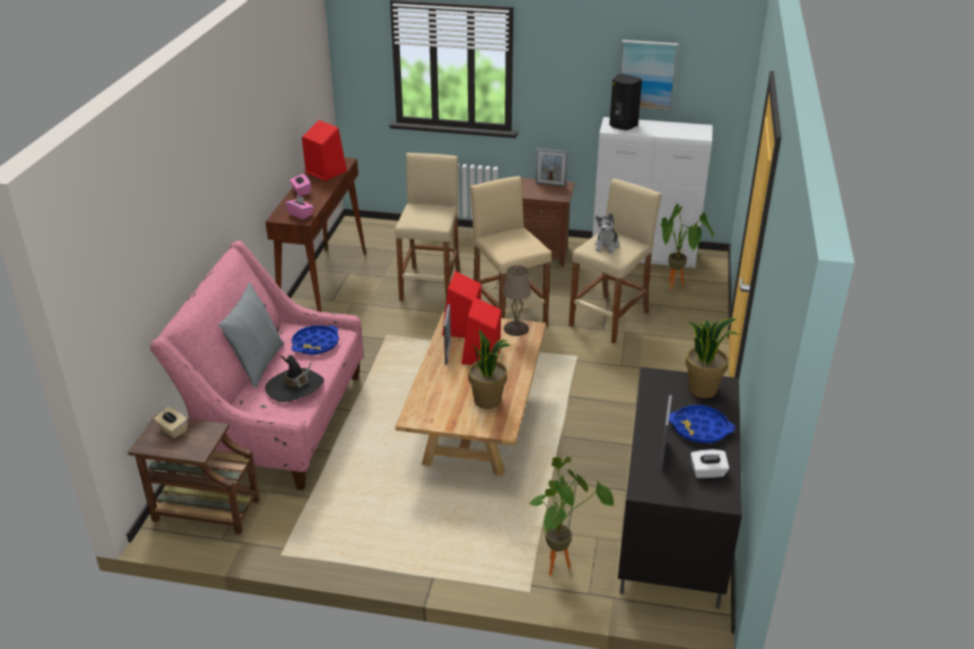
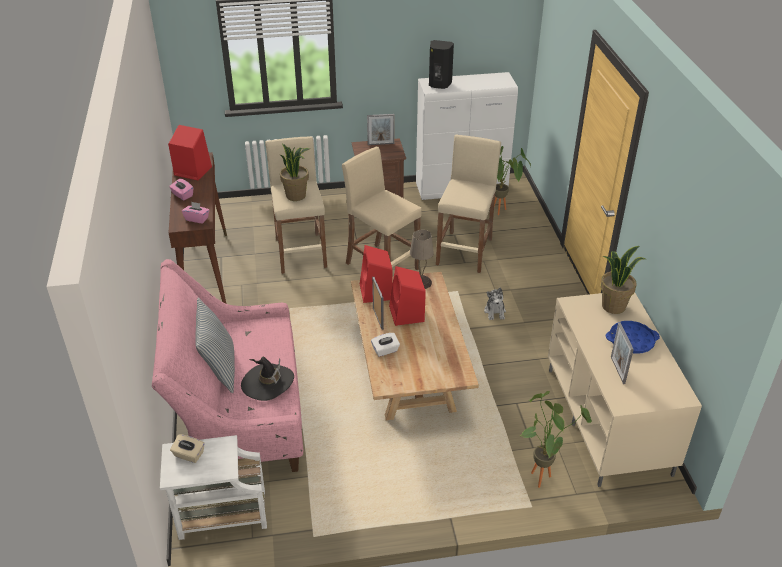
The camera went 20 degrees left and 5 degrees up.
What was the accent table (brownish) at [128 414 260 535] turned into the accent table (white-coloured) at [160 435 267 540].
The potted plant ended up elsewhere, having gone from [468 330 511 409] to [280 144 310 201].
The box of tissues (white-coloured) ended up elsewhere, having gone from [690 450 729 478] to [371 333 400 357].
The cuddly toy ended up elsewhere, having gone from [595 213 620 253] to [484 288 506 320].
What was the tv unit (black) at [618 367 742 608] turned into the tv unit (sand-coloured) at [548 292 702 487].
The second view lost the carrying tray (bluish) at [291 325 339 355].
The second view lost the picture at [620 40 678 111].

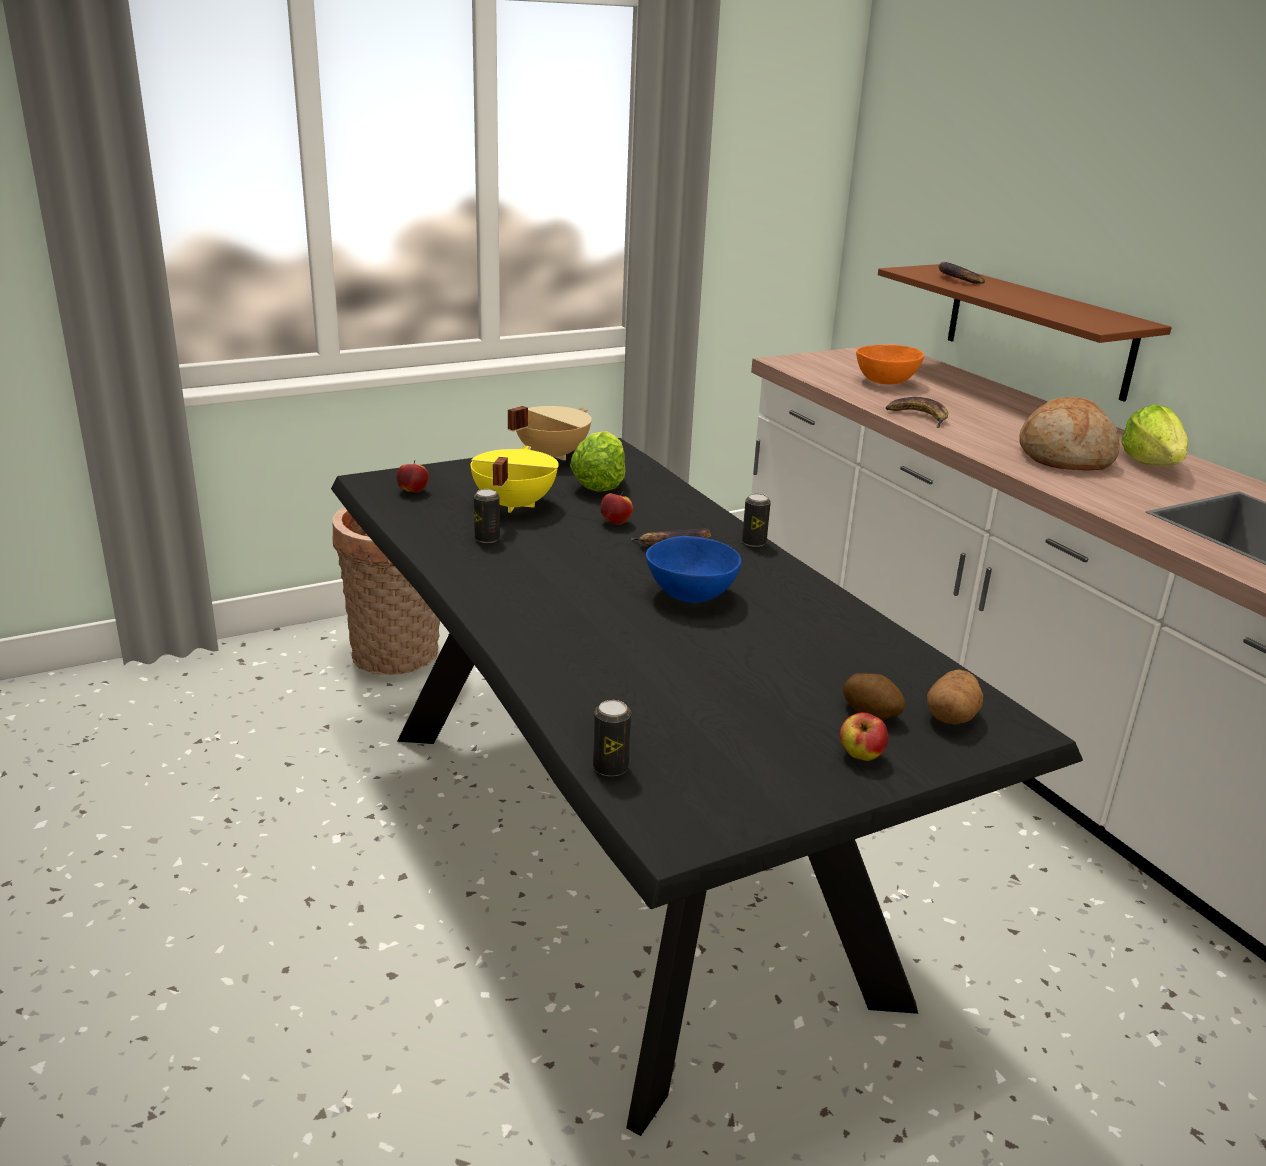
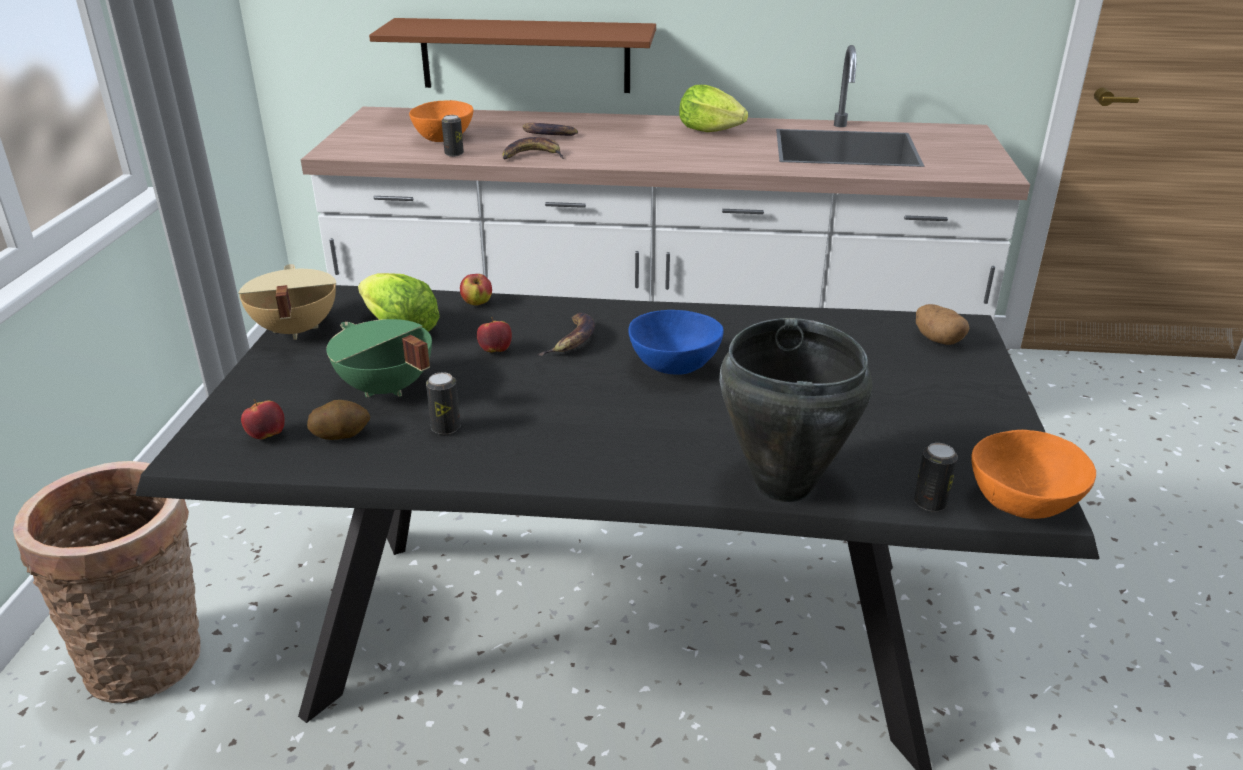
The camera went 55 degrees left and 5 degrees up.
The whole potato ended up elsewhere, having gone from [843 673 905 720] to [307 400 370 440].
What was the cooking pot (yellowish) at [470 446 559 513] turned into the cooking pot (greenish) at [326 319 432 398].
The metal can ended up elsewhere, having gone from [742 493 771 547] to [442 115 464 157].
The apple ended up elsewhere, having gone from [840 712 888 761] to [460 274 492 306].
The whole banana ended up elsewhere, having gone from [938 262 985 284] to [522 123 578 136].
The second view gained the cooking pot (black) at [720 318 873 502].
The second view gained the serving bowl (orange-coloured) at [971 430 1096 519].
The second view lost the baked bread at [1019 397 1120 471].

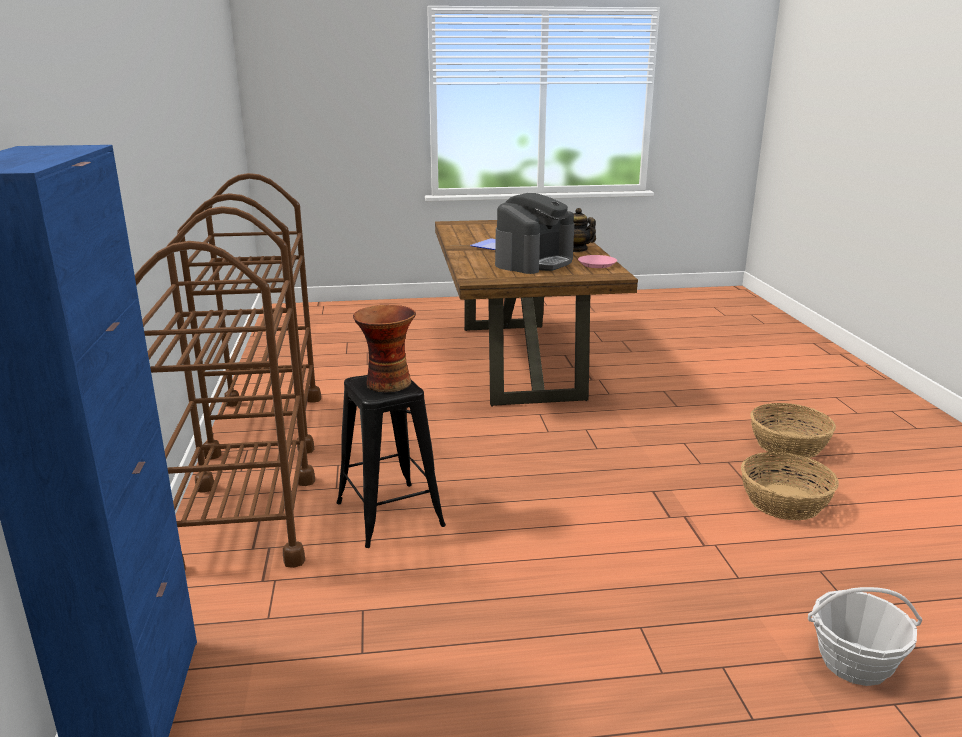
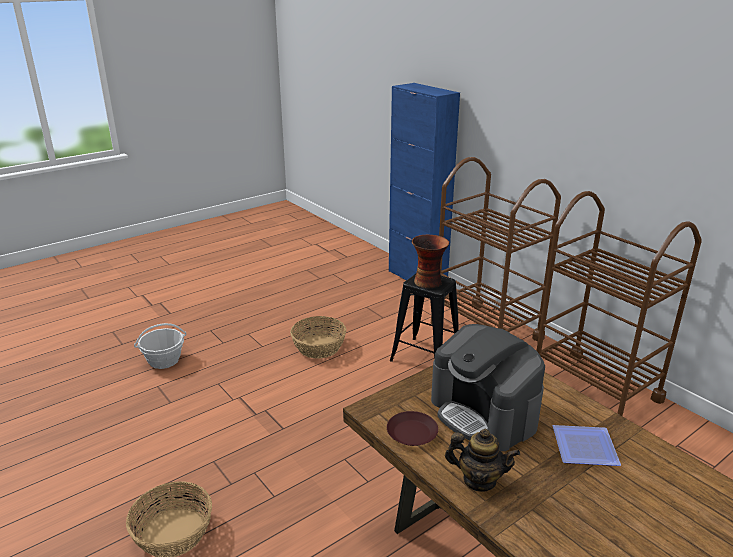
The camera went 150 degrees right and 5 degrees up.
The storage basket ended up elsewhere, having gone from [741 452 839 520] to [290 316 346 359].
What was the dinner plate (pink) at [578 255 617 268] turned into the dinner plate (brownish) at [387 411 438 446].
The coffee machine at [495 193 574 274] ended up facing another way, 45 degrees counterclockwise from before.

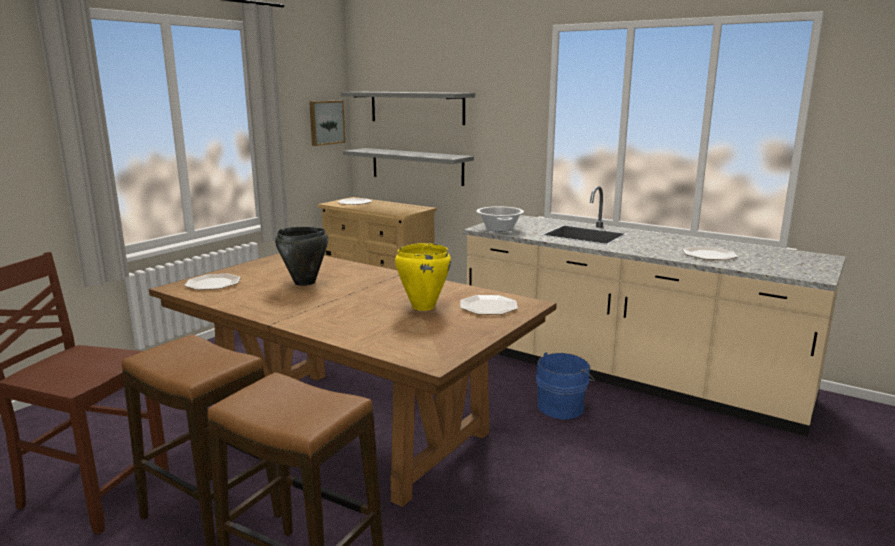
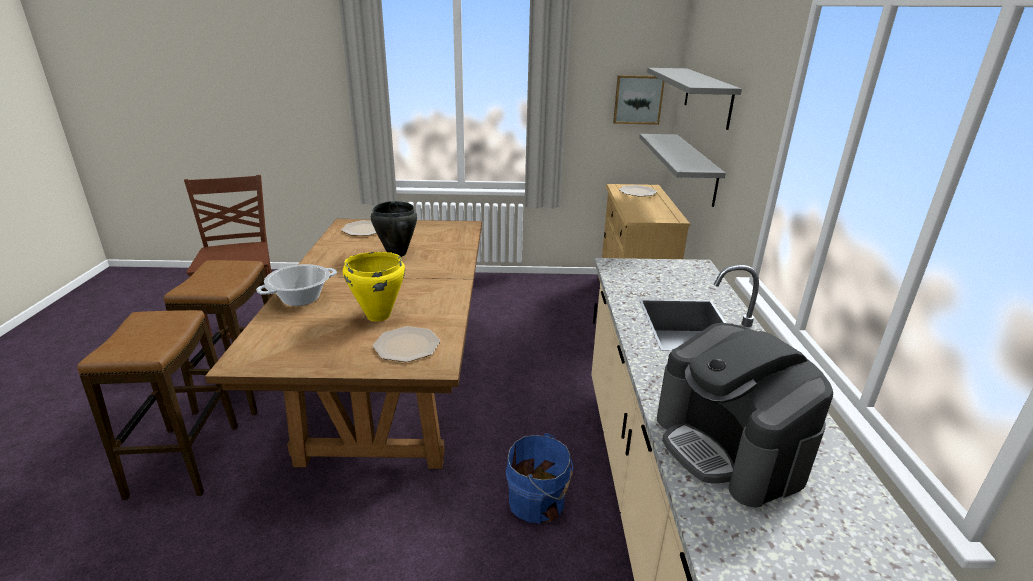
The camera went 55 degrees right and 10 degrees up.
The cooking pot ended up elsewhere, having gone from [476 206 524 232] to [256 264 337 306].
Where the dinner plate stood at [683 246 738 260], the coffee machine came to stand at [657 323 833 508].

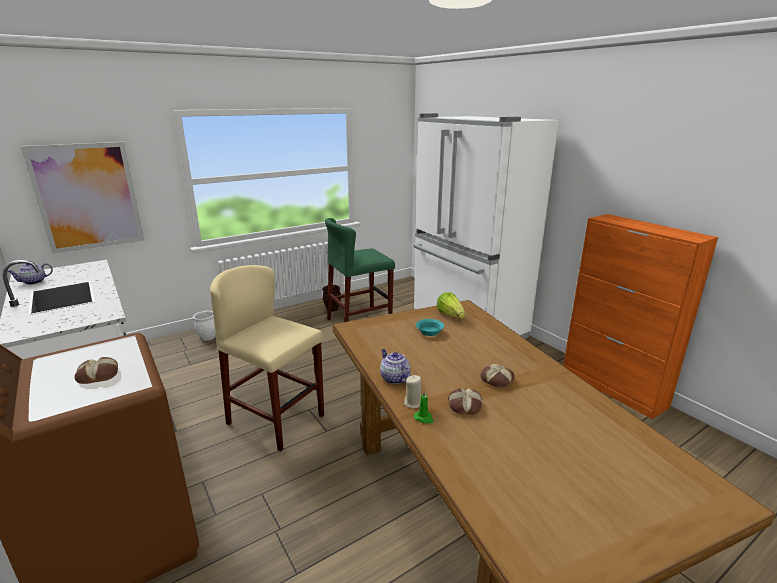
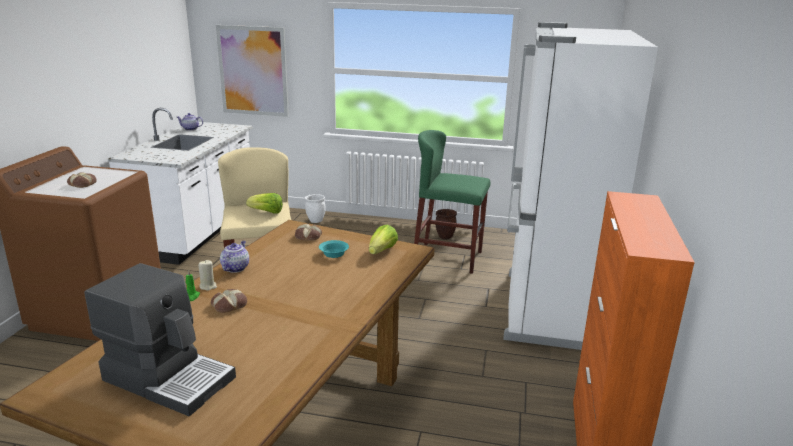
The camera went 45 degrees right and 0 degrees up.
The second view gained the coffee machine at [84 263 236 416].
The second view gained the lettuce at [246 193 283 214].
The baked bread ended up elsewhere, having gone from [480 364 515 388] to [295 224 322 241].

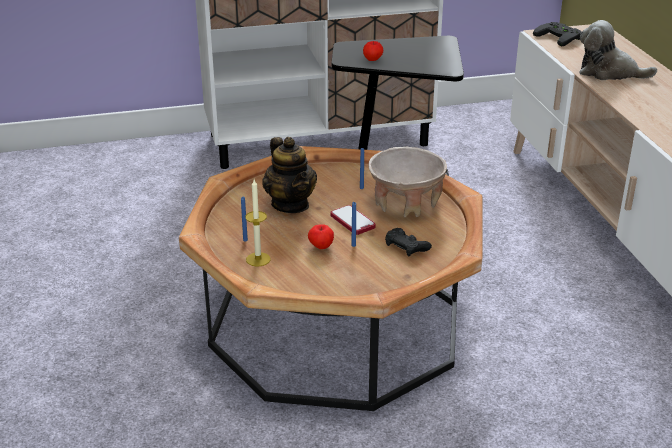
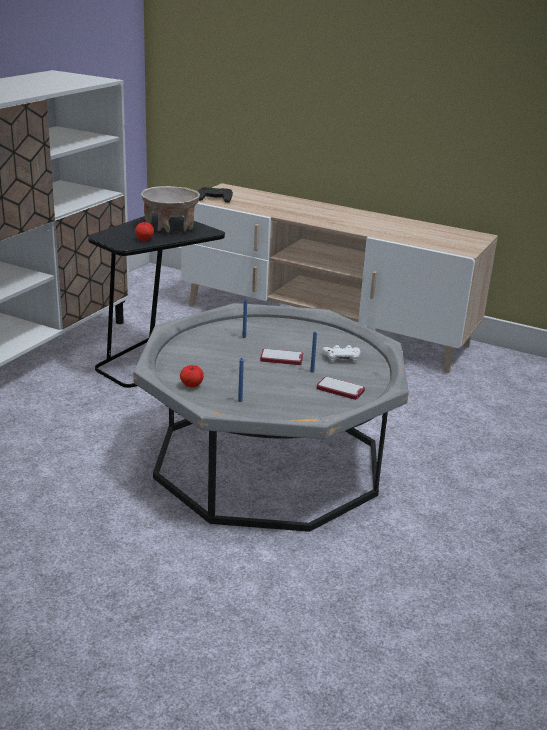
The camera went 50 degrees left and 5 degrees down.
What was the lounge table (brownish) at [179 146 482 411] turned into the lounge table (grey) at [133 303 409 532].
The serving bowl (sand-coloured) ended up elsewhere, having gone from [368 147 447 217] to [141 186 200 233].
The apple ended up elsewhere, having gone from [308 224 334 249] to [180 365 204 387].
The second view gained the phone at [317 377 365 400].
What was the joypad (black) at [385 228 432 257] turned into the joypad (white-coloured) at [322 345 361 362].
The second view lost the wax light at [245 179 271 267].
The second view lost the pot for tea at [262 137 317 213].
The second view lost the cuddly toy at [579 20 657 80].

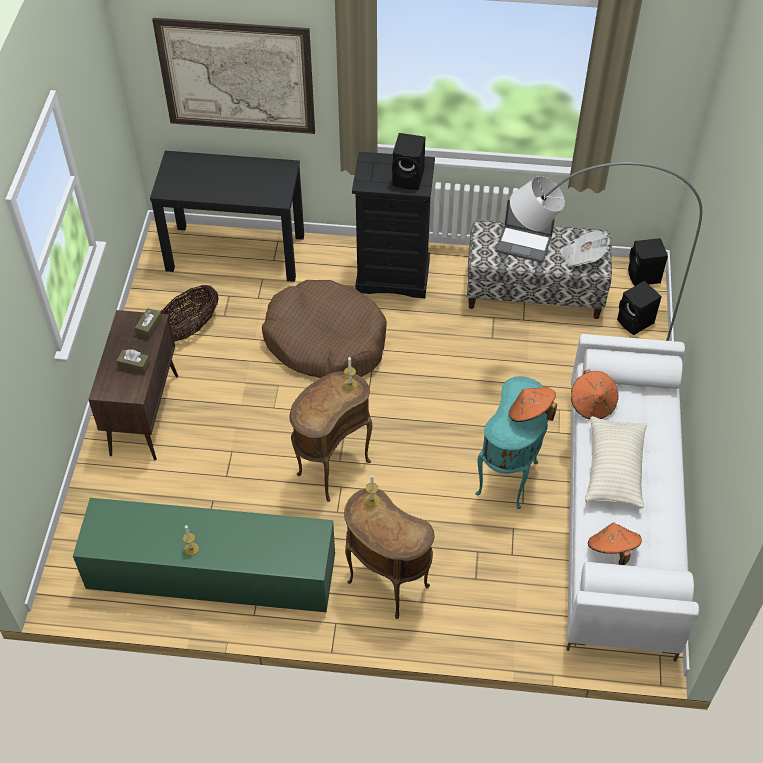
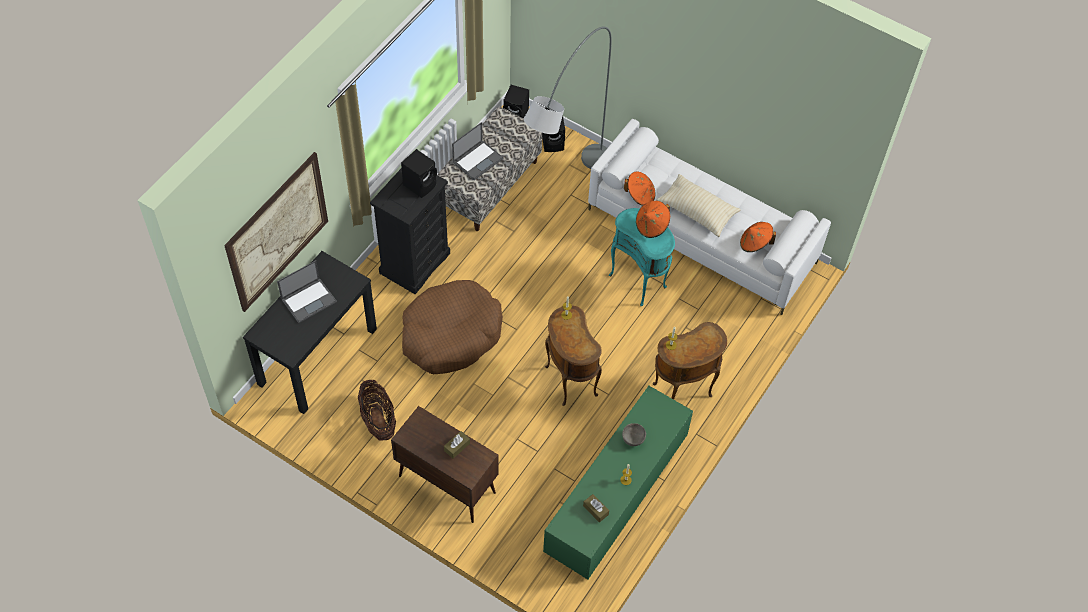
The camera went 65 degrees left and 5 degrees up.
The second view gained the portable computer at [277 260 337 323].
The box of tissues (brownish) ended up elsewhere, having gone from [135 308 162 339] to [583 494 609 523].
The second view gained the serving bowl (grey) at [622 423 646 446].
The second view lost the daily paper at [560 231 610 267].

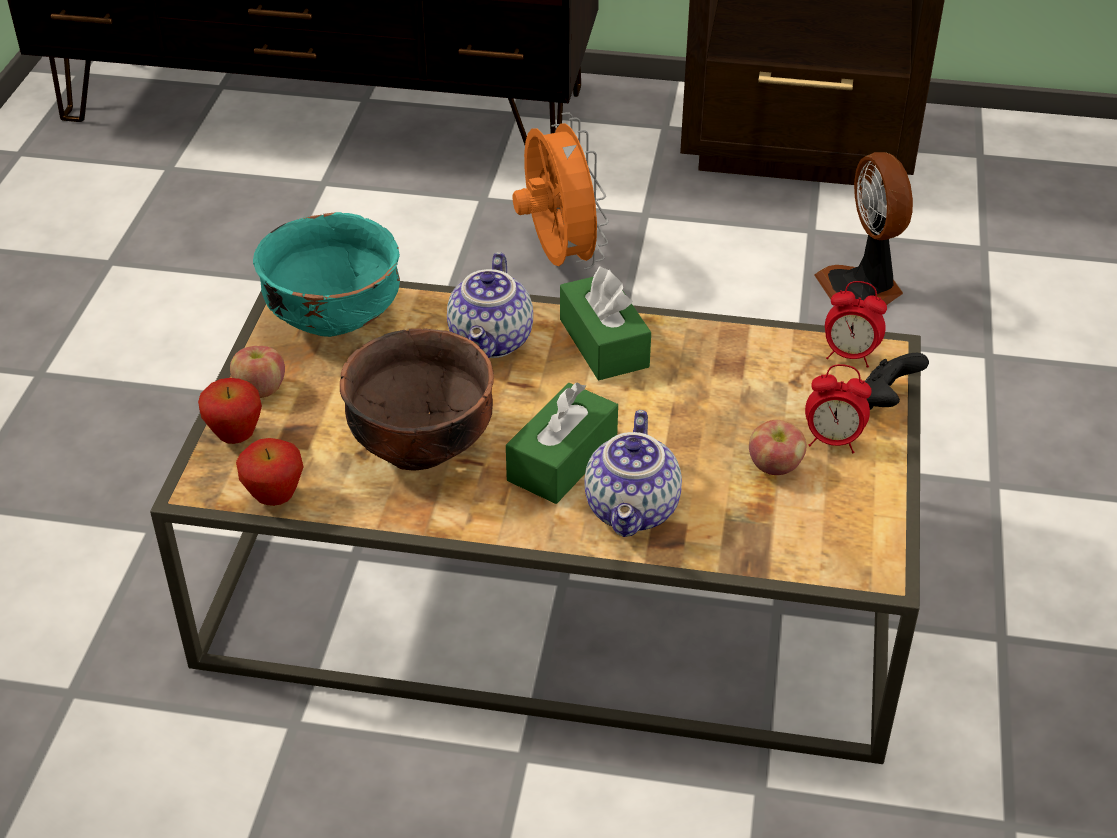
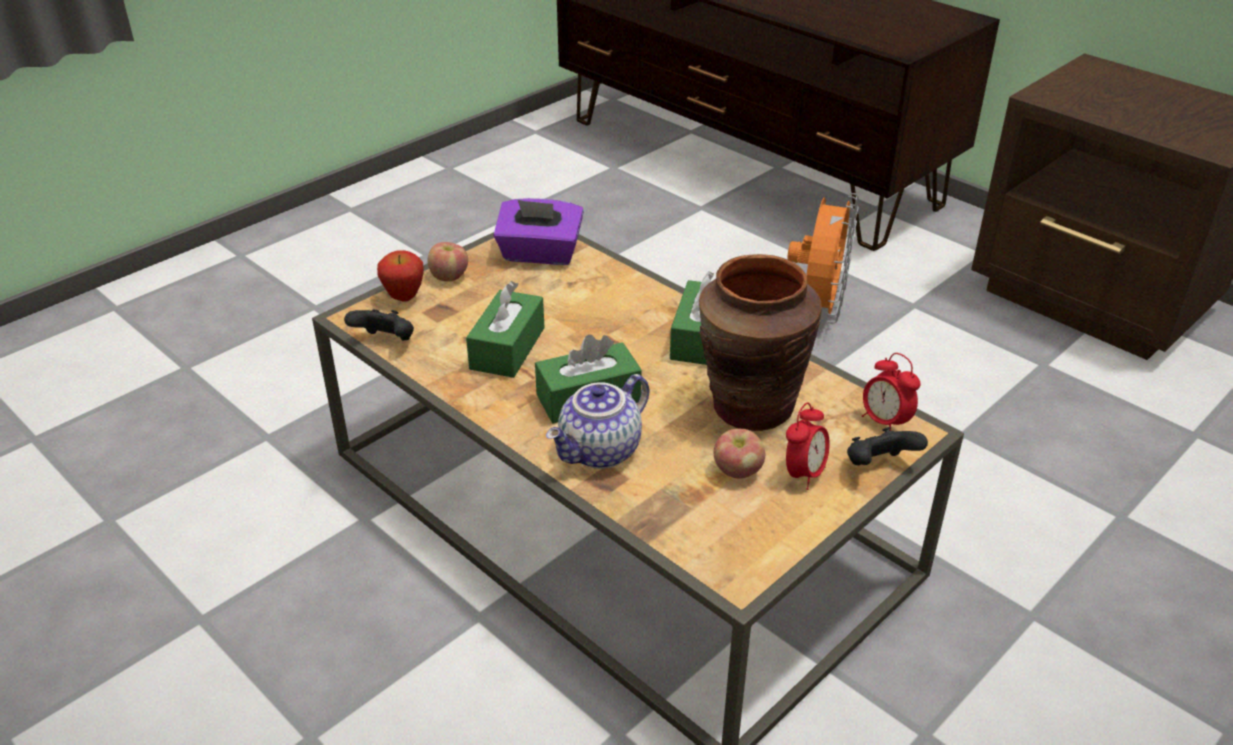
The camera went 35 degrees right and 5 degrees down.
Where the apple stood at [236 438 304 506], the joypad (black) came to stand at [344 309 414 341].
Where the serving bowl (brownish) stood at [340 328 494 471], the box of tissues (greenish) came to stand at [466 281 545 378].
Where the serving bowl (turquoise) stood at [253 212 400 337], the box of tissues (purplish) came to stand at [493 198 584 265].
The second view gained the vase (brownish) at [699 254 822 431].
The alarm clock at [805 364 872 453] ended up facing another way, 105 degrees counterclockwise from before.
The second view lost the pot for tea at [447 252 533 358].
The second view lost the fan at [814 152 913 305].

